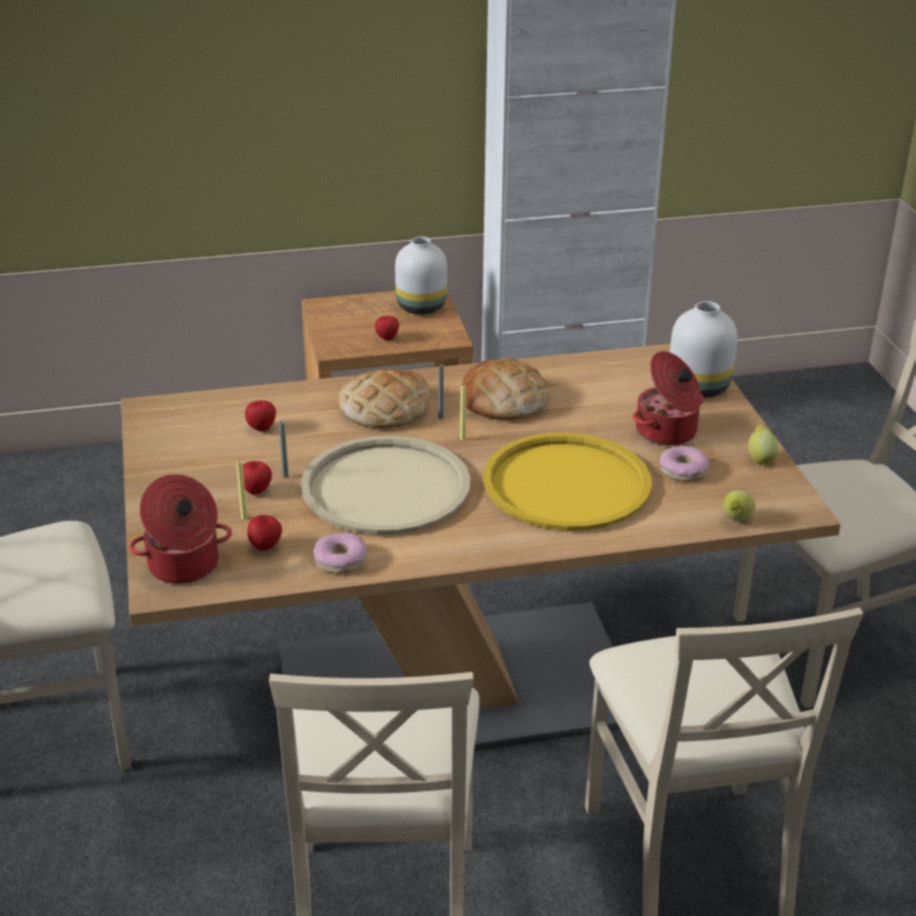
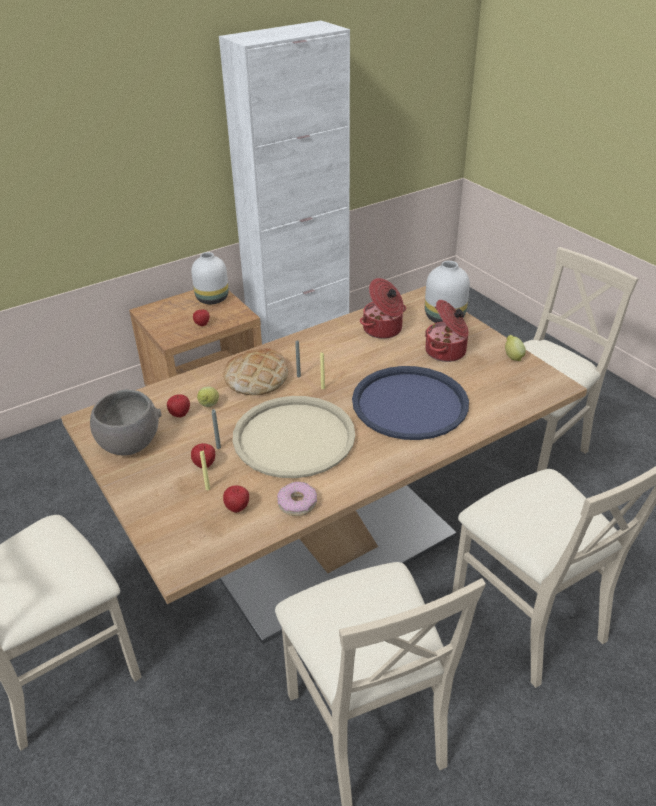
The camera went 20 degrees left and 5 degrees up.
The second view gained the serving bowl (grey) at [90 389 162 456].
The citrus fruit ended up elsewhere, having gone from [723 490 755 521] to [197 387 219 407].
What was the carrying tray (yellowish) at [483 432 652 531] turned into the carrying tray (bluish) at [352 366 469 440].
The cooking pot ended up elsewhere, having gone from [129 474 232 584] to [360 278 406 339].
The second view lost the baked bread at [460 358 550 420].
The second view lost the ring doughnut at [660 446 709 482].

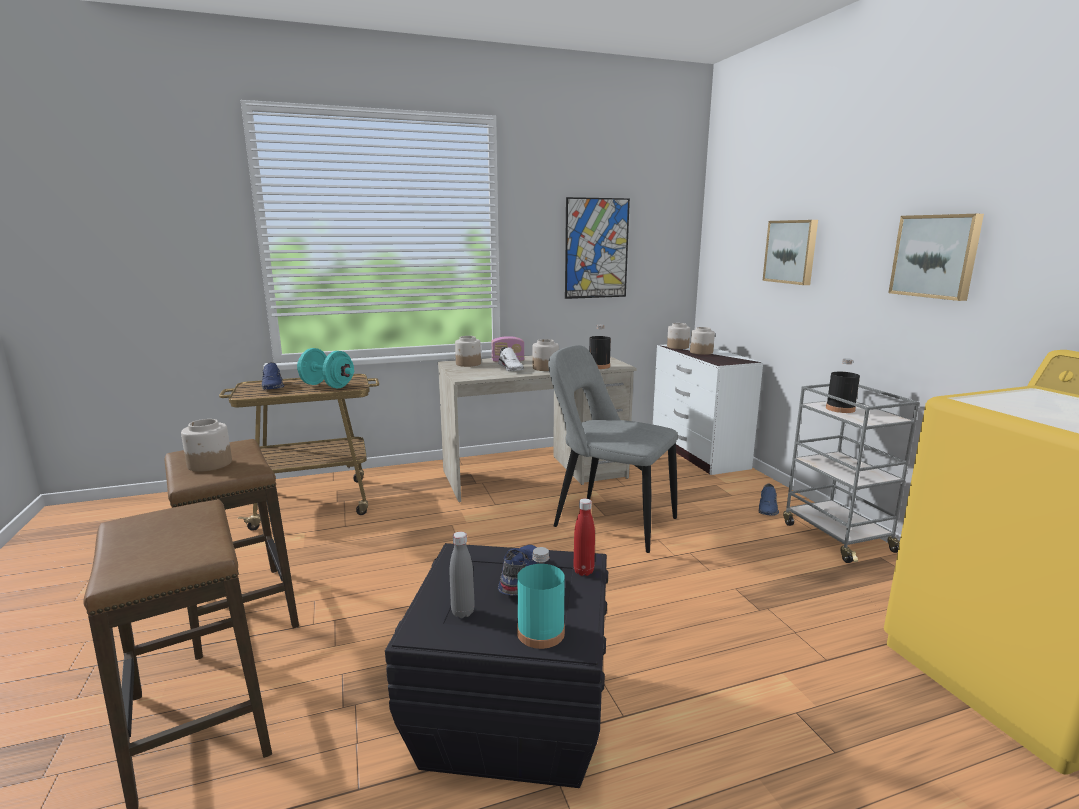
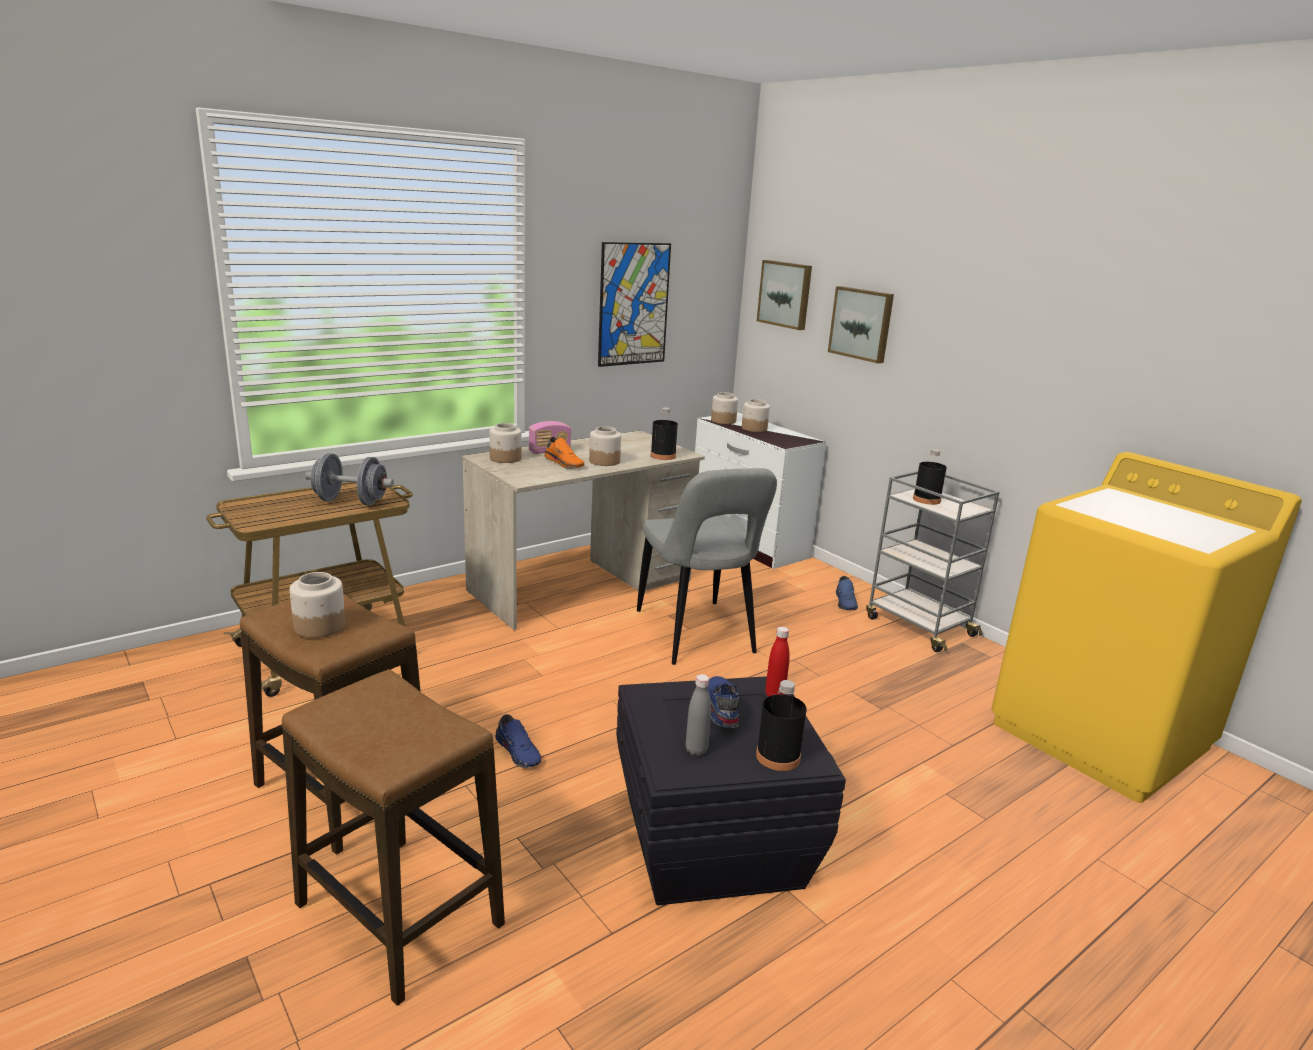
The camera went 20 degrees left and 5 degrees up.
What was the dumbbell (turquoise) at [297 348 354 388] turned into the dumbbell (grey) at [305 453 394 505].
The shoe (bluish) ended up elsewhere, having gone from [262 362 284 390] to [495 714 541 768].
What was the shoe (white-coloured) at [498 347 524 371] turned into the shoe (orange-coloured) at [544 437 584 469].
The upright chair (grey) at [548 345 677 553] ended up facing another way, 120 degrees counterclockwise from before.
What was the drink bottle (turquoise) at [517 547 565 649] turned into the drink bottle (black) at [756 680 807 771].
The picture ended up elsewhere, having gone from [888 214 984 301] to [757 260 812 330].

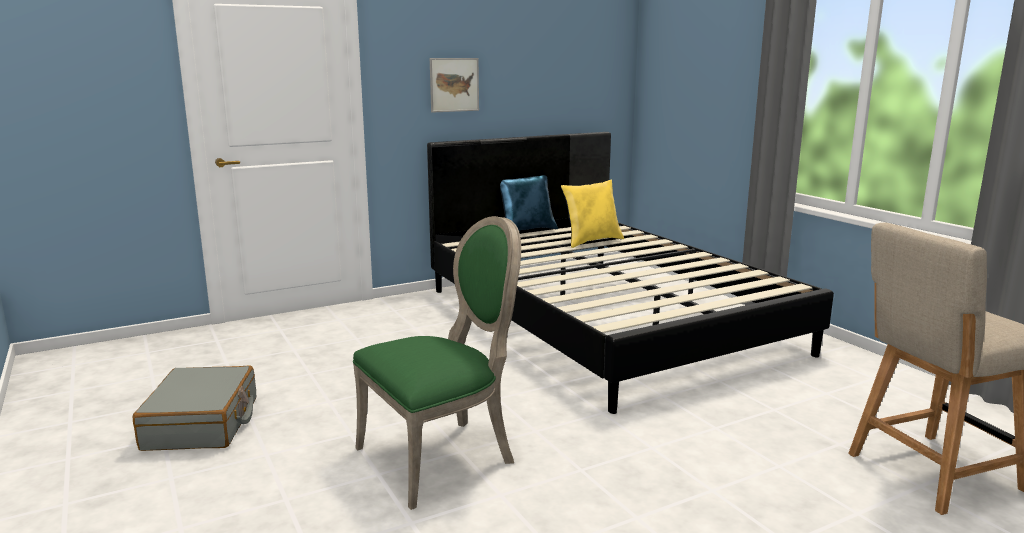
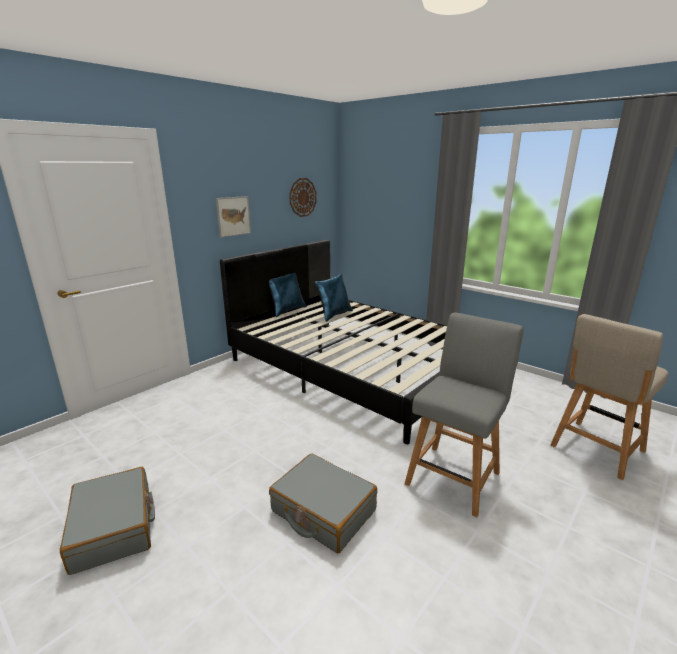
The camera went 20 degrees left and 5 degrees up.
Where the upright chair (greenish) stood at [353 216 521 510], the piece of luggage (grey) came to stand at [269 453 377 553].
The second view gained the hanging clock at [289 178 317 217].
What was the pillow (yellowish) at [561 180 624 248] turned into the pillow (bluish) at [315 274 353 322].
The second view gained the upright chair (grey) at [405 313 524 517].

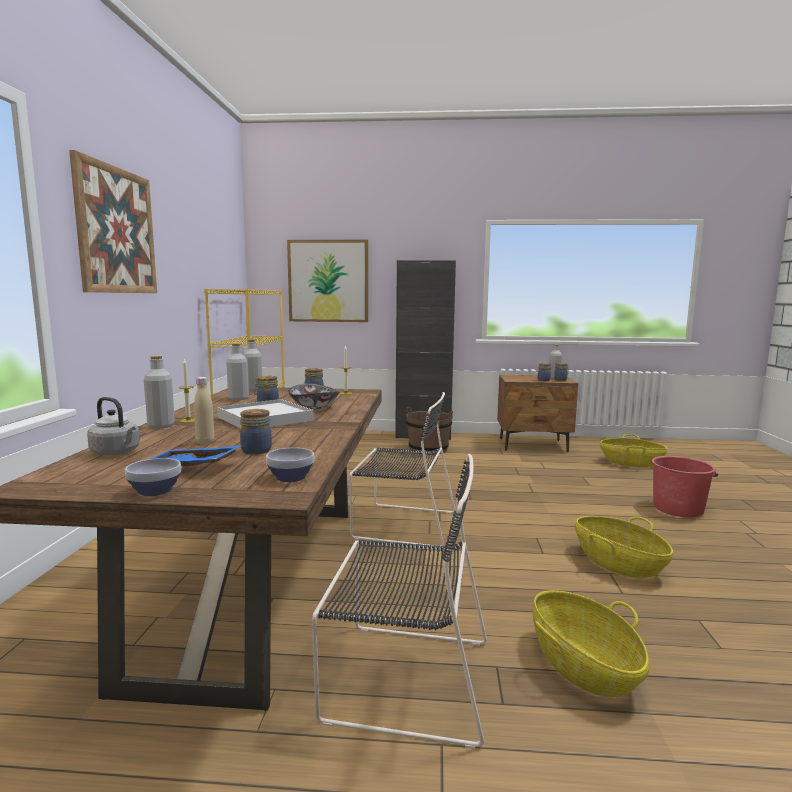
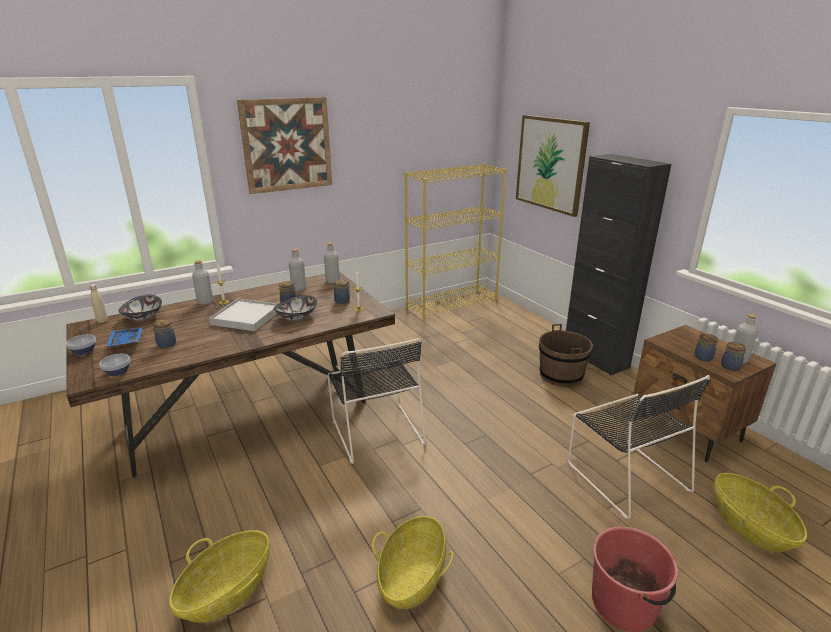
The camera went 55 degrees right and 15 degrees up.
The drink bottle (sand-coloured) ended up elsewhere, having gone from [194 377 214 444] to [89 284 108 323].
Where the tea kettle (grey) stood at [87 397 140 456], the serving bowl came to stand at [119 295 162 321].
The upright chair (black) ended up elsewhere, having gone from [312 454 487 749] to [568 375 710 519].

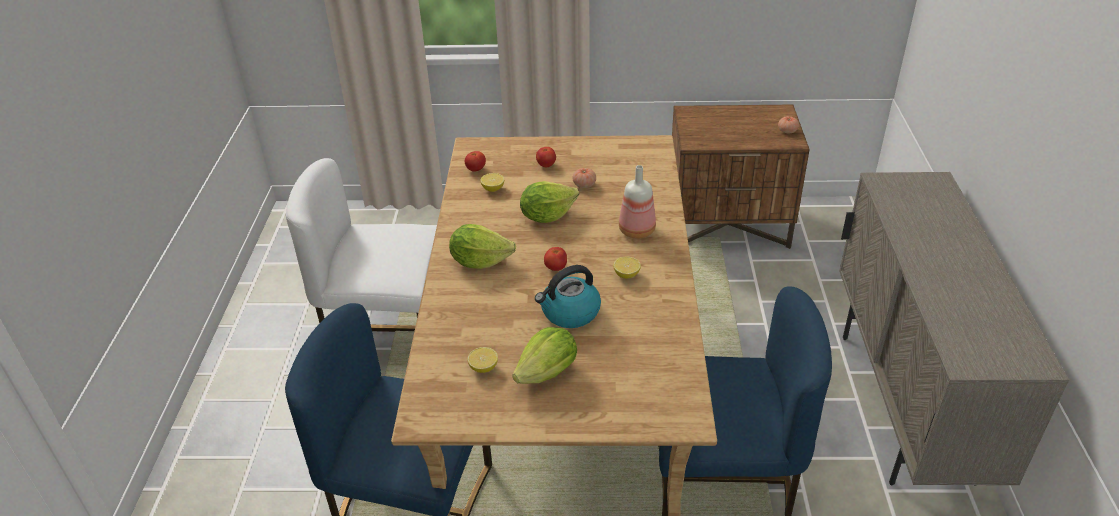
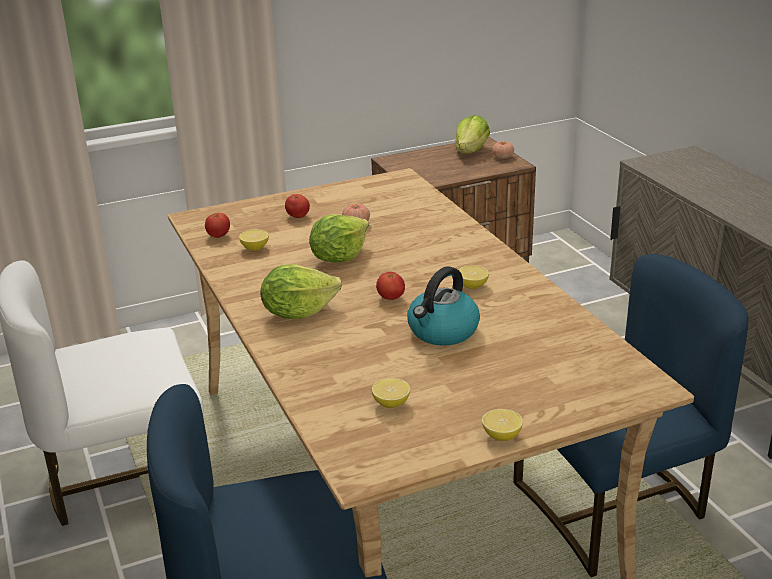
The camera went 25 degrees left and 10 degrees down.
The lettuce ended up elsewhere, having gone from [512 327 577 384] to [455 115 490 153].
The second view gained the citrus fruit at [482 409 523 441].
The second view lost the drink bottle at [619 165 656 238].

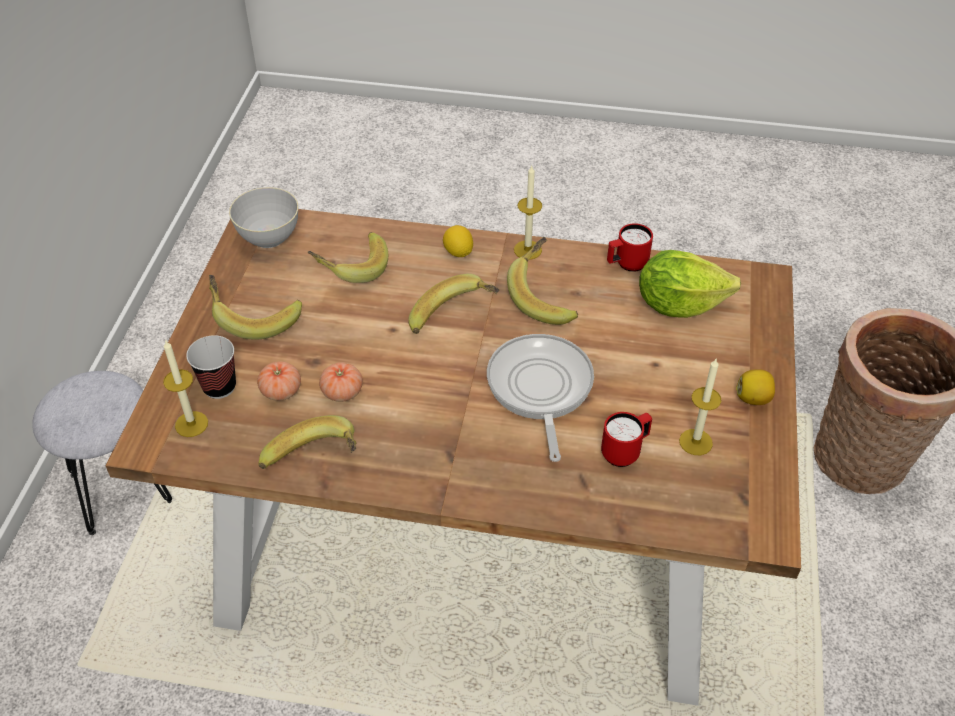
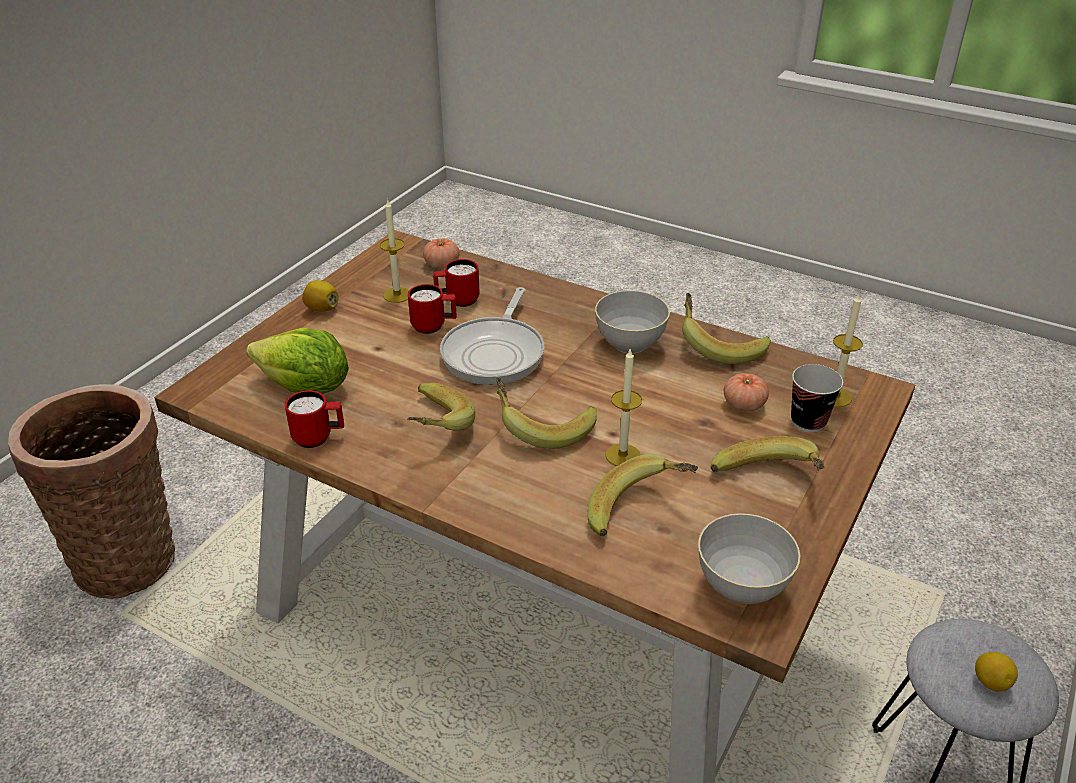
The camera went 160 degrees left and 10 degrees down.
The second view gained the mug (red-coloured) at [408 284 457 334].
The tomato ended up elsewhere, having gone from [319 362 363 402] to [423 238 460 269].
The second view gained the serving bowl (grey) at [595 290 670 354].
The wax light ended up elsewhere, having gone from [514 166 542 260] to [605 349 642 466].
The citrus fruit ended up elsewhere, having gone from [443 225 473 257] to [975 652 1018 692].

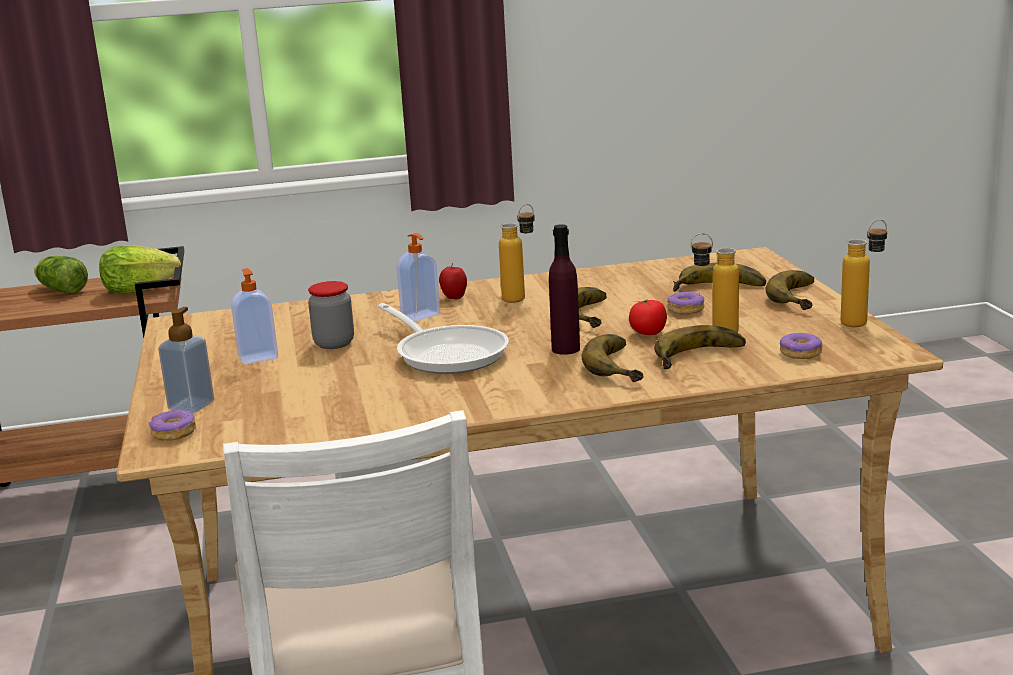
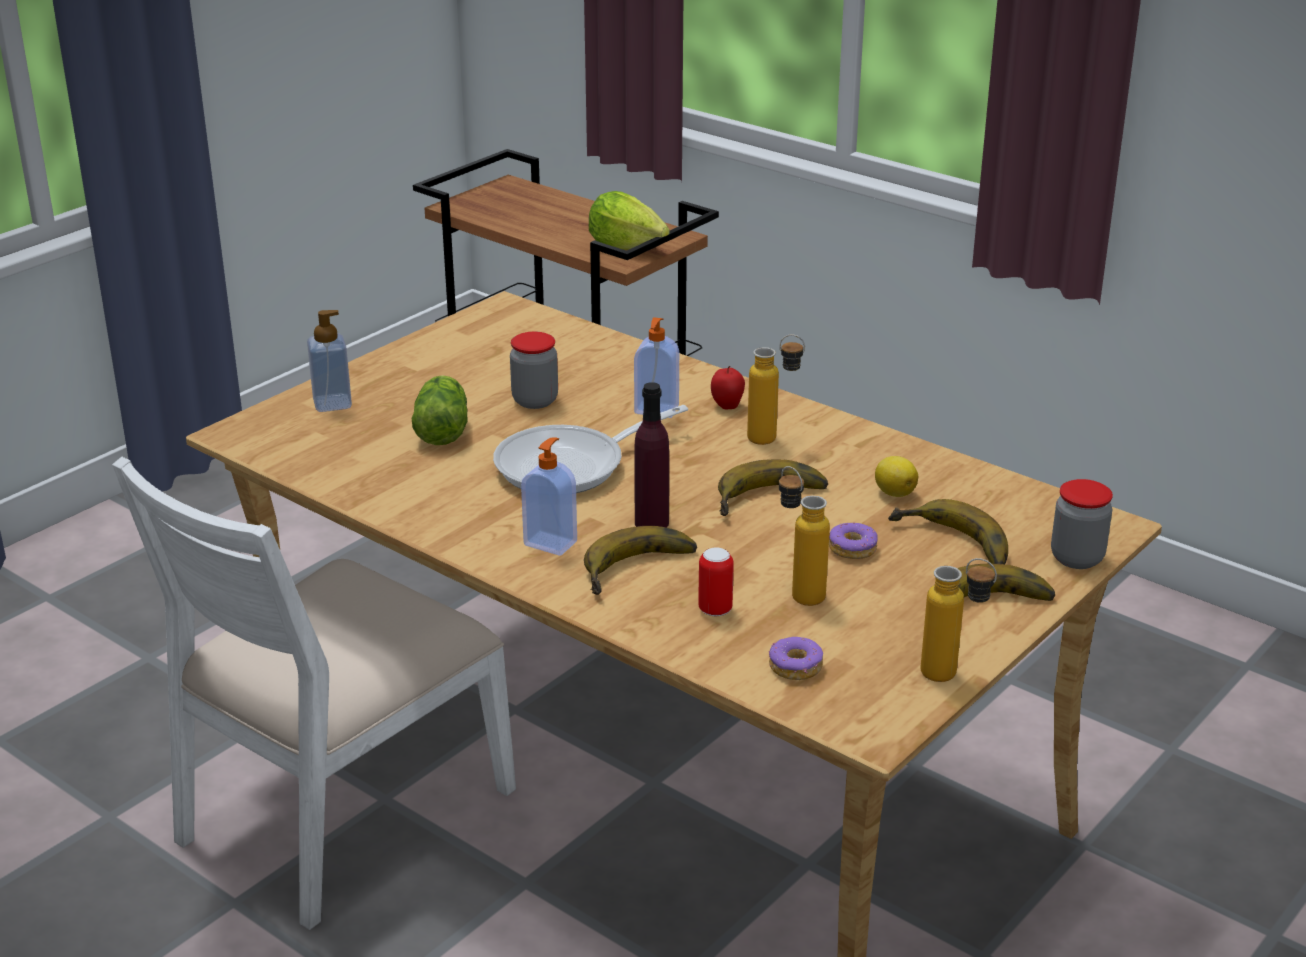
The camera went 50 degrees right and 10 degrees up.
The lettuce ended up elsewhere, having gone from [34 256 88 294] to [412 375 467 445].
The skillet at [377 303 509 374] ended up facing another way, 45 degrees clockwise from before.
The liquid soap bottle ended up elsewhere, having gone from [231 268 278 364] to [521 437 577 556].
Where the whole banana stood at [654 325 746 369], the metal can came to stand at [698 548 734 616].
The second view gained the citrus fruit at [875 456 918 497].
The second view gained the storage jar at [1051 479 1113 569].
The second view lost the ring doughnut at [149 410 196 440].
The second view lost the tomato at [629 299 667 335].

